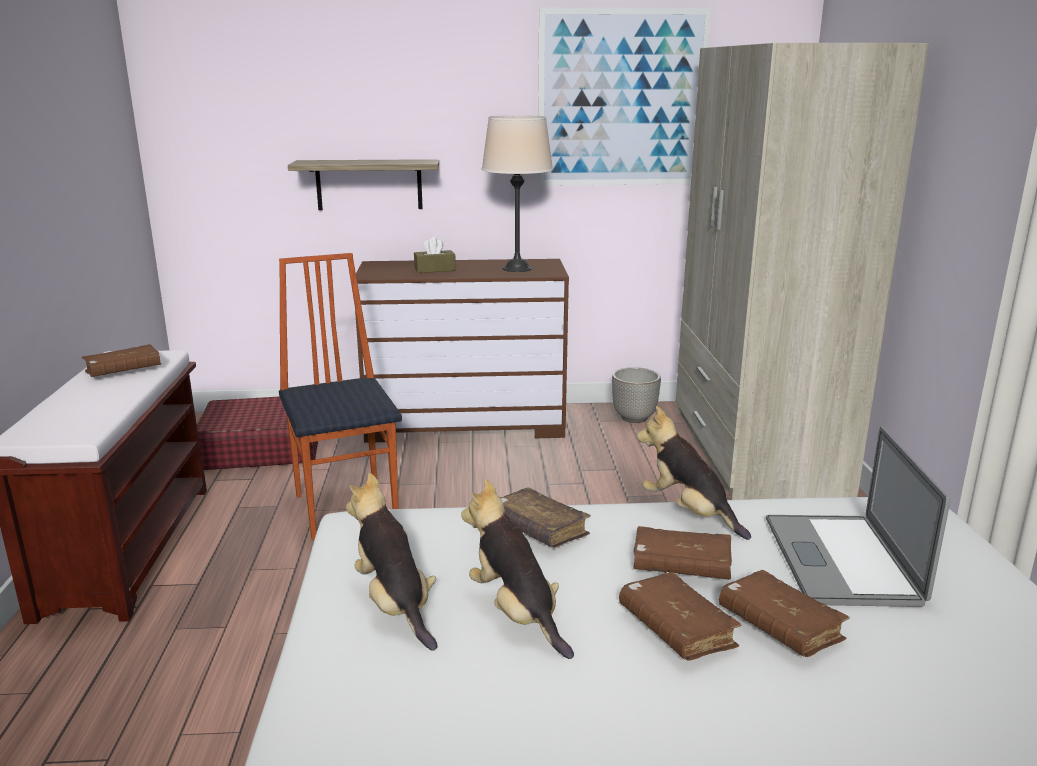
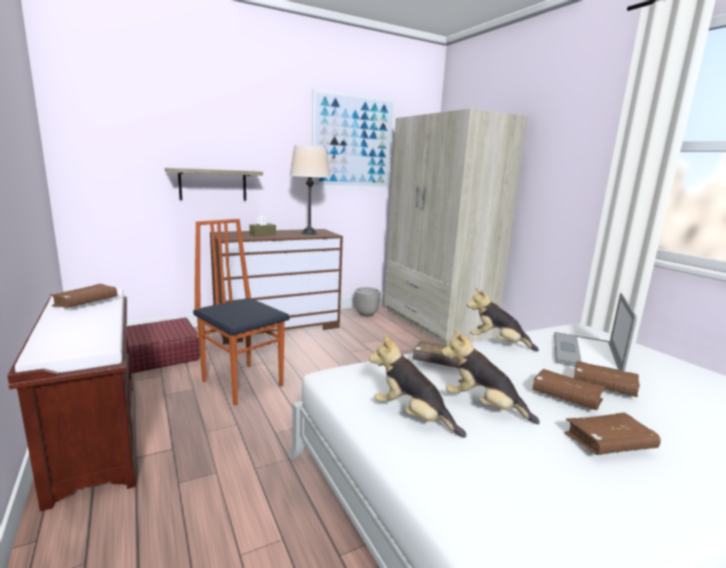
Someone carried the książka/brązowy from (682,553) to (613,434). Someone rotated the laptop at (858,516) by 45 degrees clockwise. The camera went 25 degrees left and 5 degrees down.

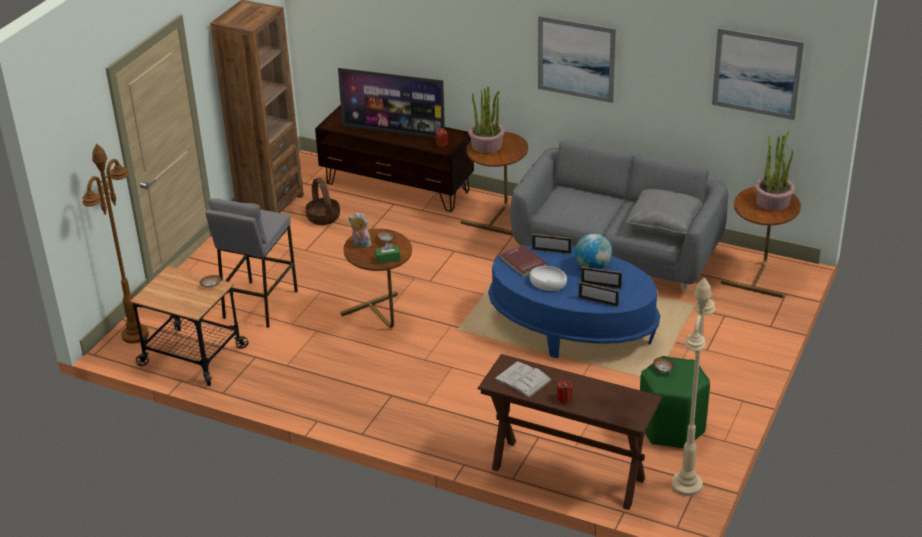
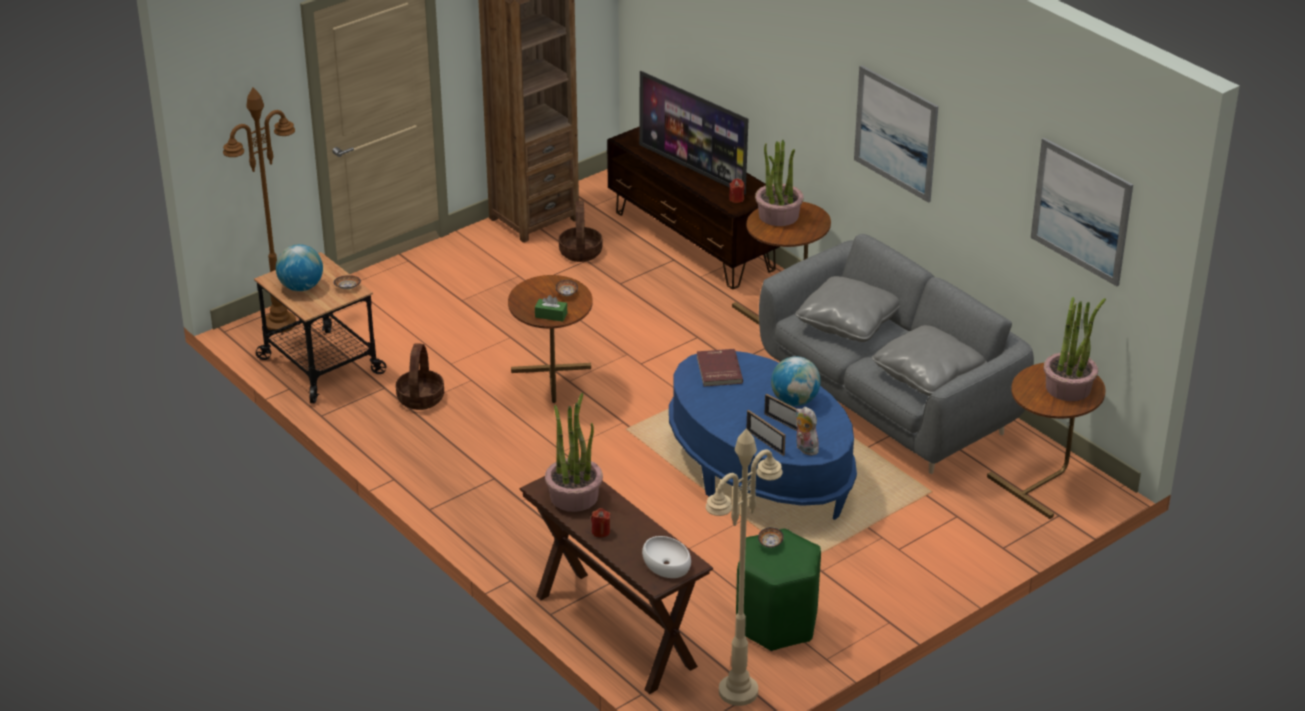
Someone took away the stołek/szary at (251,263). Someone carried the pluszak from (359,230) to (807,431). Someone swapped the książka/biały at (523,379) for the roślina doniczkowa at (574,452). Someone carried the miska/biały from (548,278) to (666,557). Someone took away the ramka na zdjęcie at (552,244). Someone put down the globus at (299,267). Someone put down the koszyk at (420,376). Someone put down the poduszka/szary at (847,309). The camera went 25 degrees right and 0 degrees up.

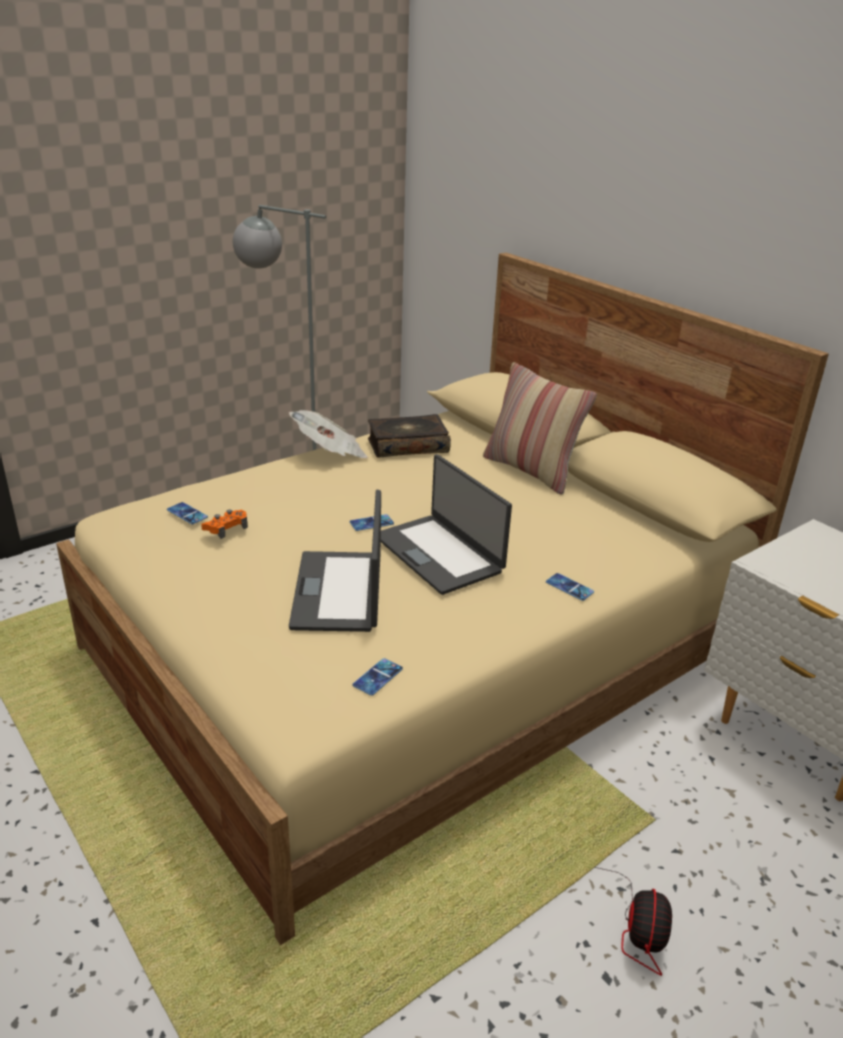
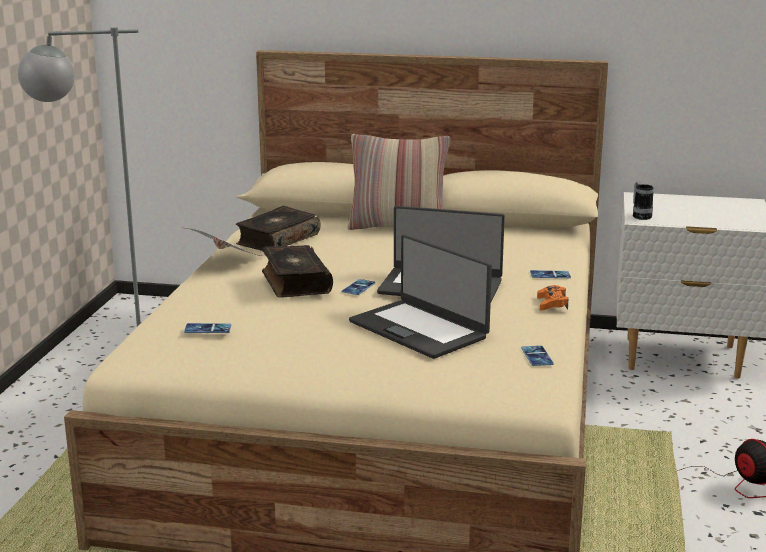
Someone carried the pad do gier/pomarańczowy from (224,524) to (552,298). Someone put down the książka at (297,271). Someone put down the kubek at (643,201). The camera went 40 degrees left and 10 degrees down.

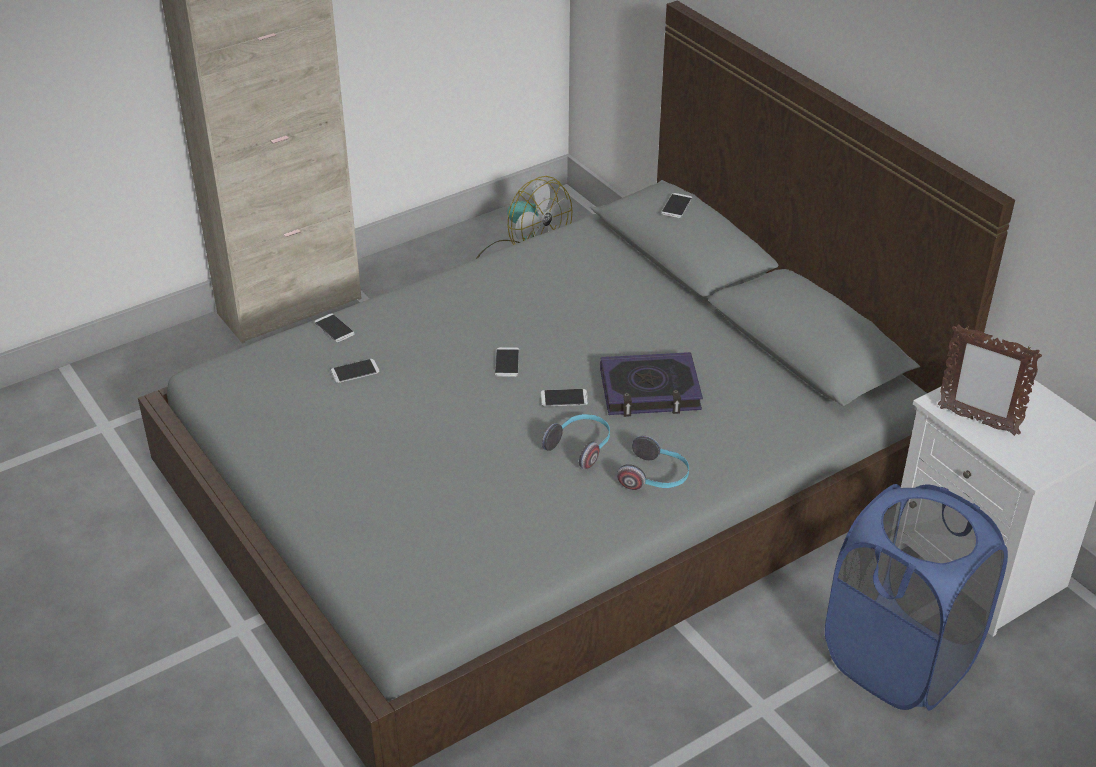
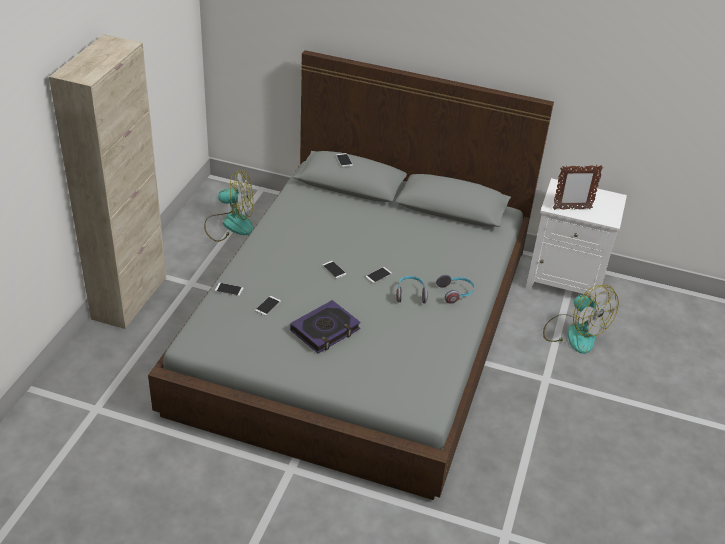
Someone carried the książka from (651,384) to (325,326). Someone swapped the kosz na pranie/niebieski at (916,597) for the wentylator at (581,319). The camera went 40 degrees left and 0 degrees up.

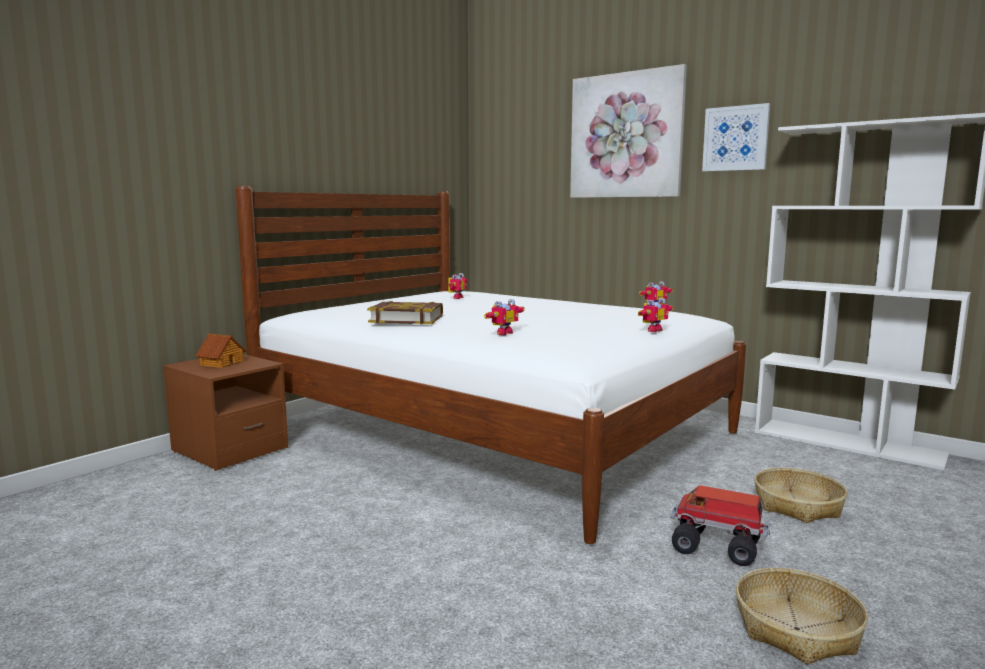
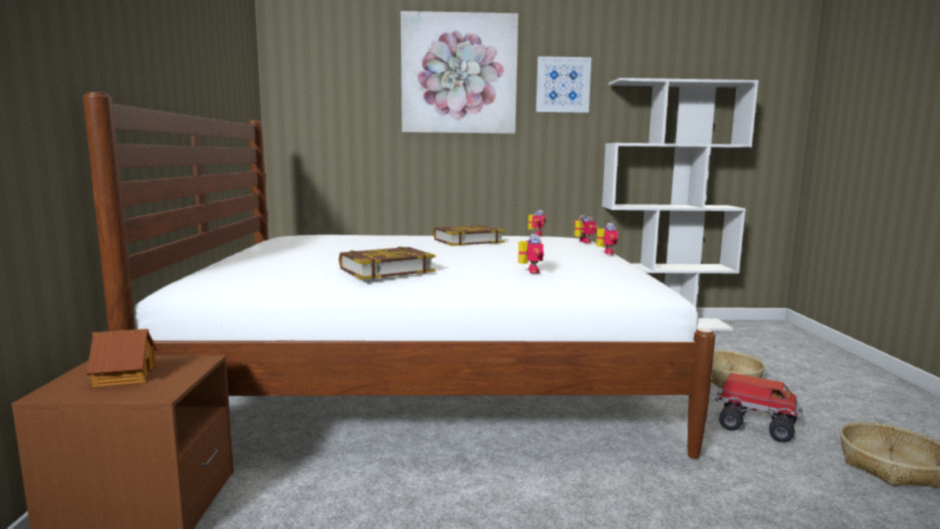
Someone carried the robot zabawkowy from (457,286) to (586,229). Someone rotated the ciężarówka zabawkowa at (720,525) by 135 degrees counterclockwise. Someone put down the książka at (469,235). The camera went 40 degrees left and 0 degrees up.

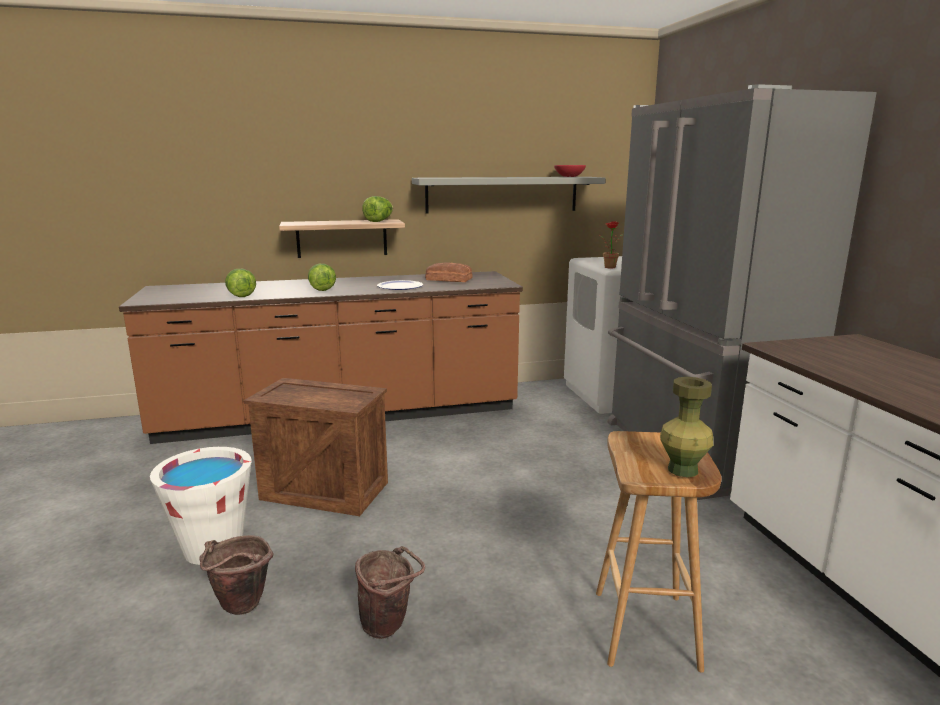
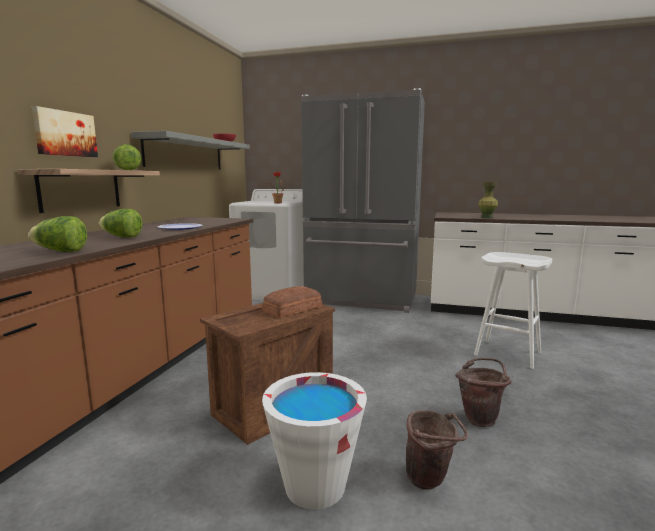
Someone carried the chleb from (449,272) to (292,302). Someone repainted the stołek/brązowy at (659,552), which became the stołek/biały at (513,310). Someone carried the wazon/zielony from (686,427) to (488,200). Someone put up the obraz at (65,131). The camera went 60 degrees left and 5 degrees down.

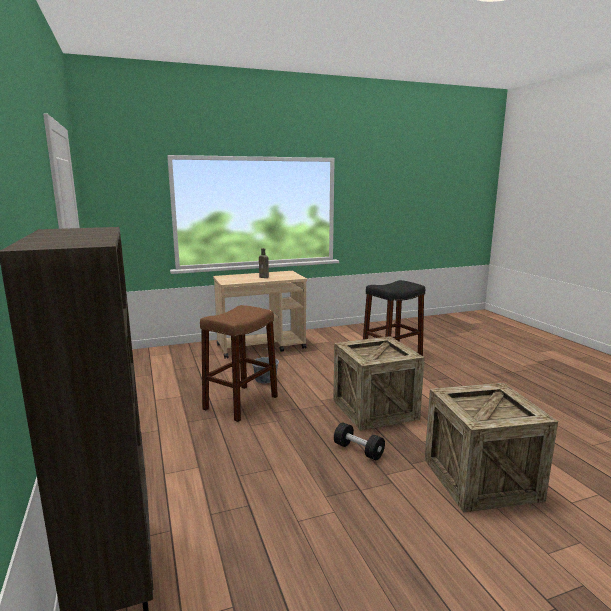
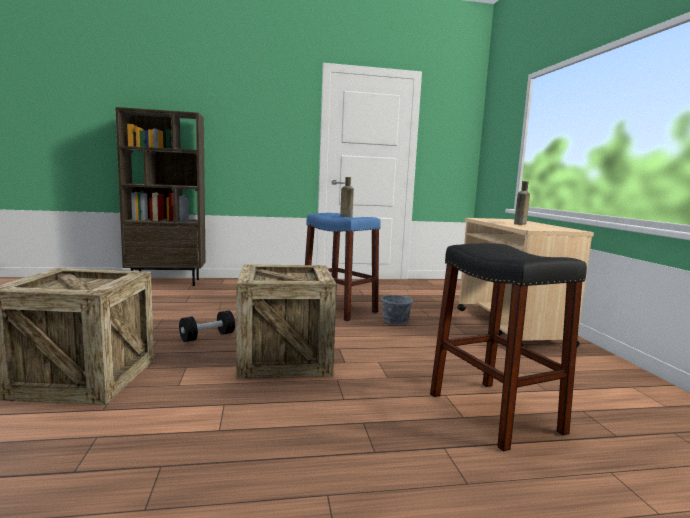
Someone repainted the stołek/brązowy at (239,363), which became the stołek/niebieski at (343,267). Someone put down the butelka/brązowy at (347,197). The camera went 100 degrees right and 5 degrees down.

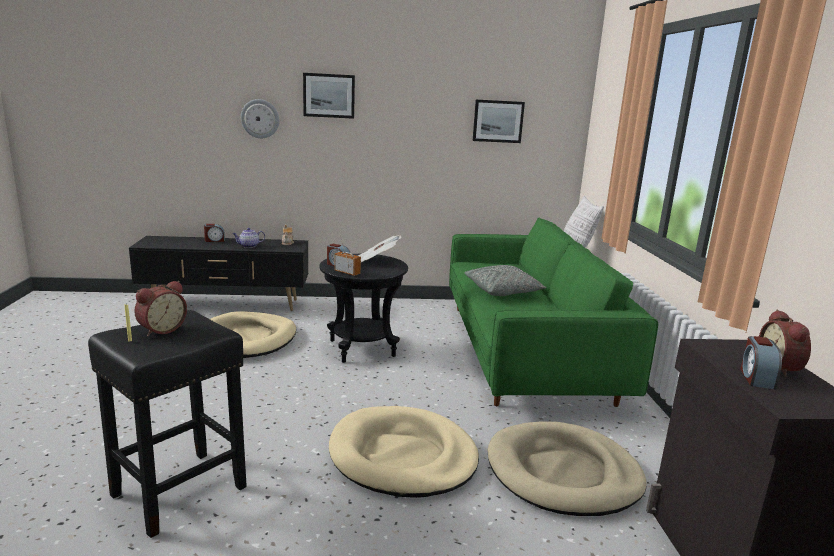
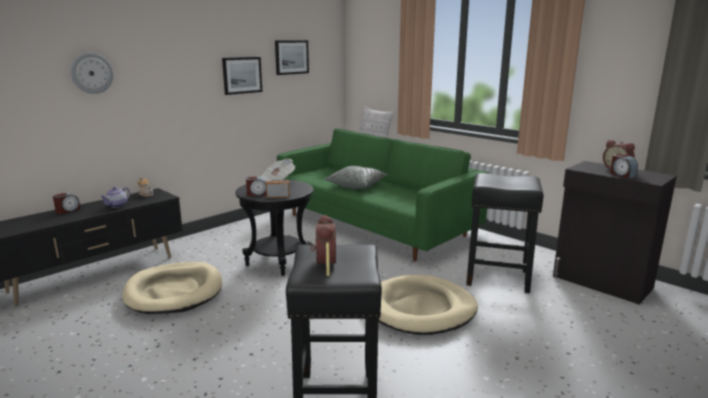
Someone carried the obraz from (329,96) to (242,76). Someone swapped the legowisko/beżowy at (567,468) for the stołek/czarny at (504,233). The camera went 40 degrees left and 0 degrees up.

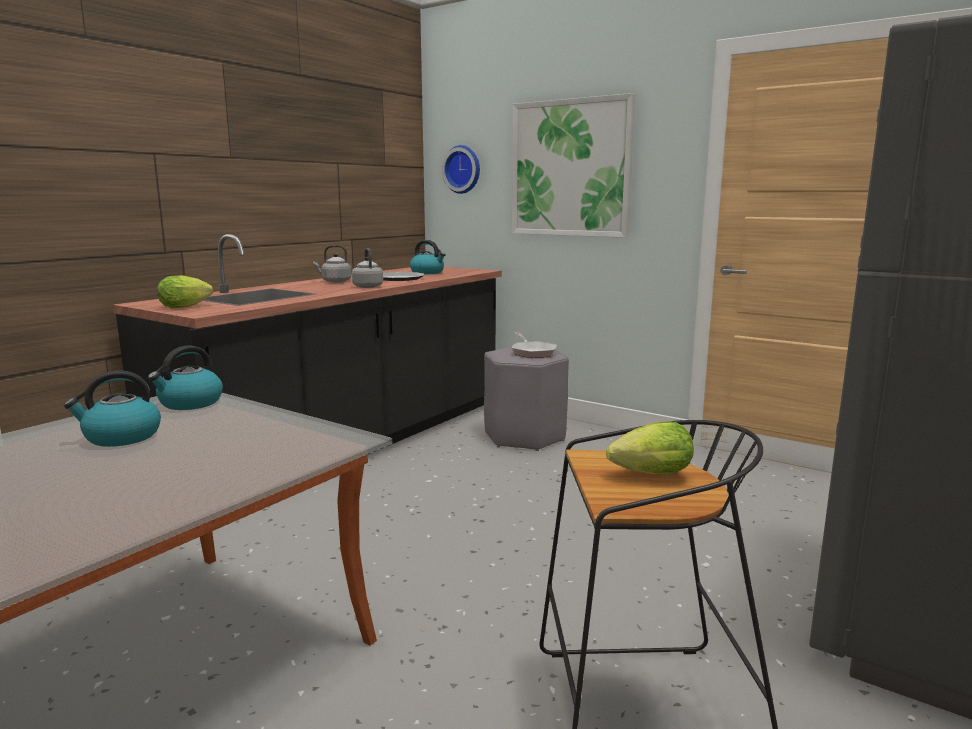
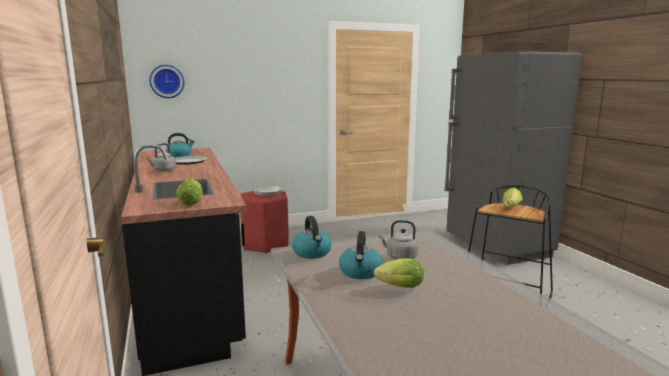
Someone carried the czajnik/szary from (367,268) to (398,240). Someone repainted the stołek/szary at (526,399), which became the stołek/czerwony at (264,222). Someone took away the obraz at (573,165). Someone put down the sałata at (398,273). The camera went 55 degrees left and 0 degrees up.

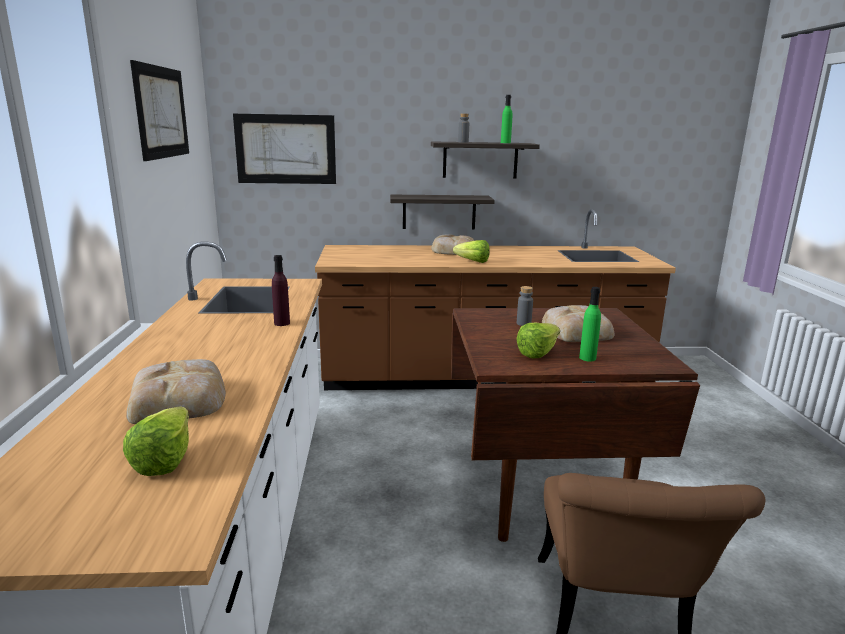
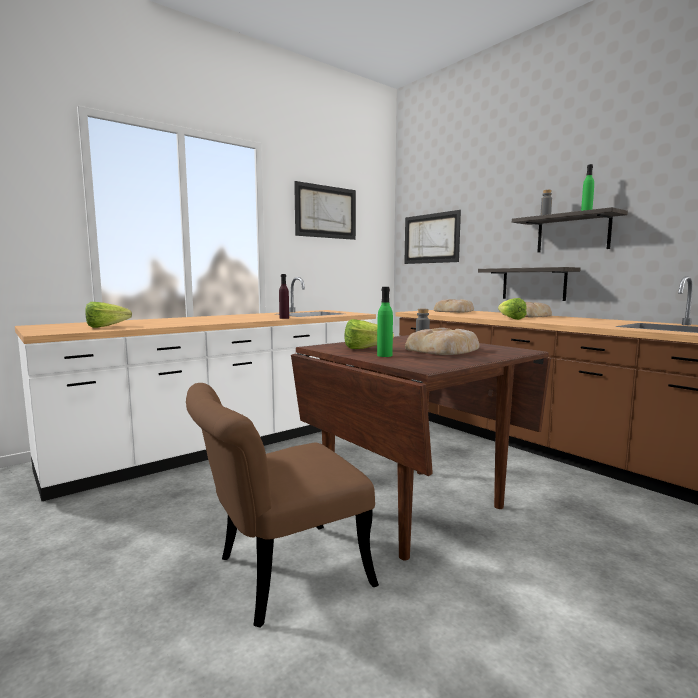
Someone carried the chleb from (176,391) to (454,306). The camera went 55 degrees right and 10 degrees down.

